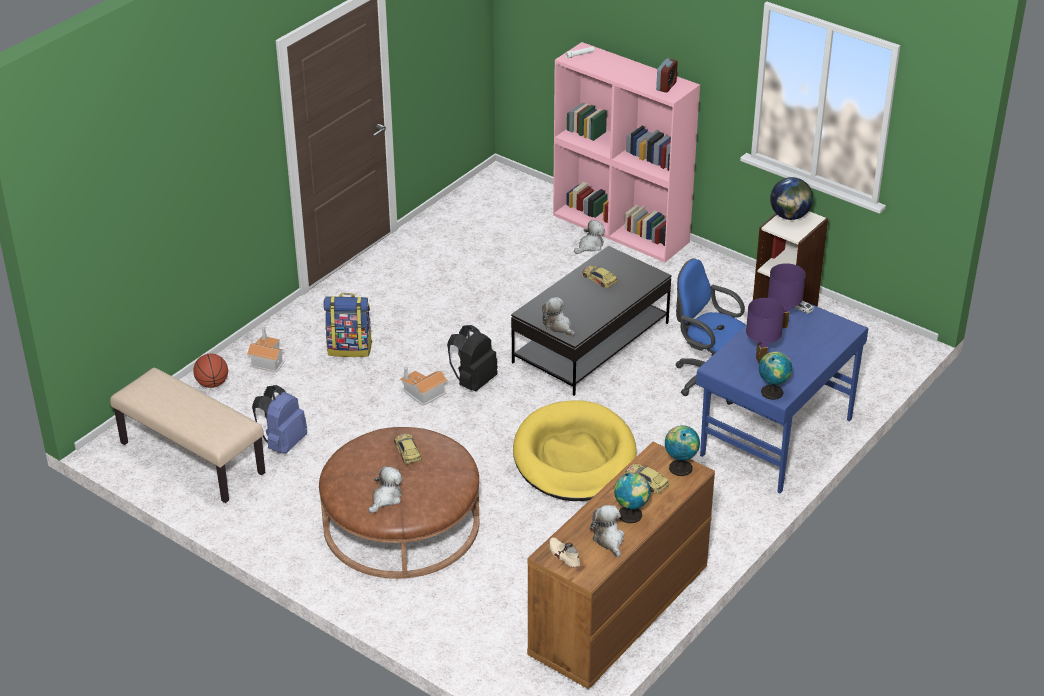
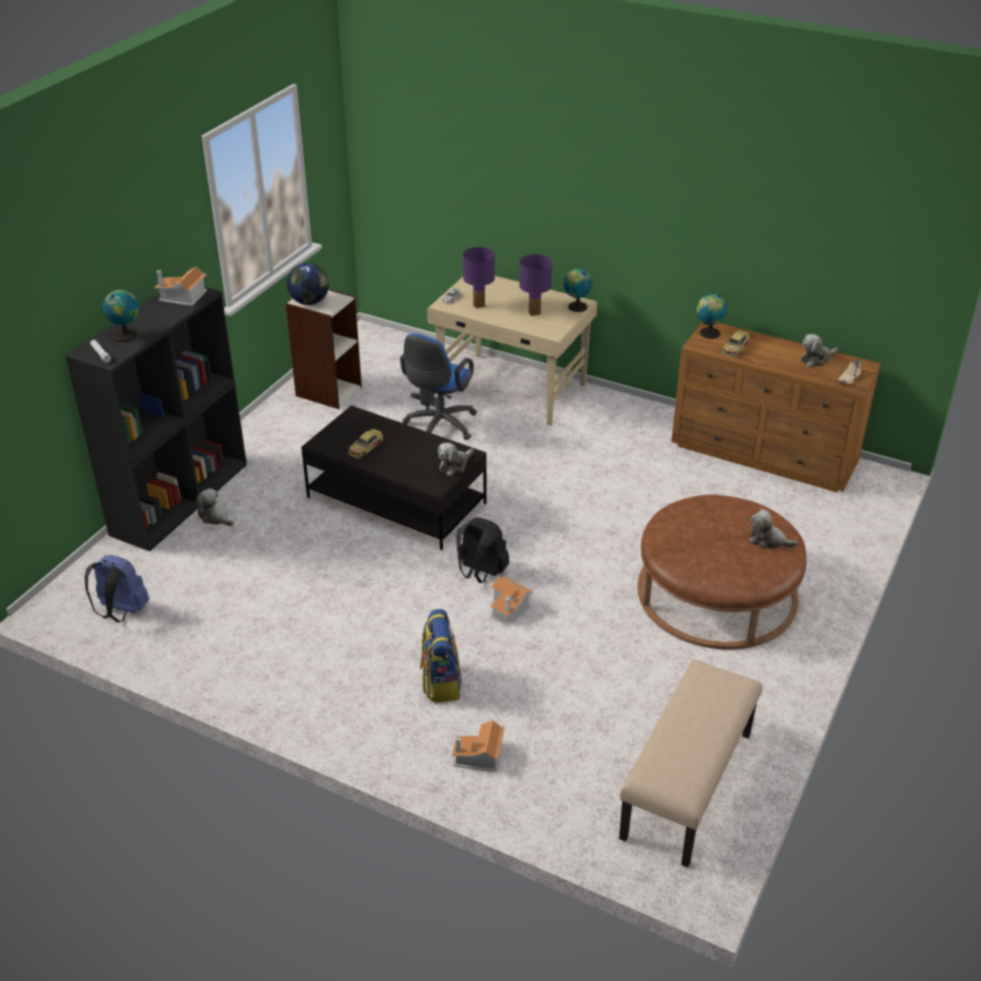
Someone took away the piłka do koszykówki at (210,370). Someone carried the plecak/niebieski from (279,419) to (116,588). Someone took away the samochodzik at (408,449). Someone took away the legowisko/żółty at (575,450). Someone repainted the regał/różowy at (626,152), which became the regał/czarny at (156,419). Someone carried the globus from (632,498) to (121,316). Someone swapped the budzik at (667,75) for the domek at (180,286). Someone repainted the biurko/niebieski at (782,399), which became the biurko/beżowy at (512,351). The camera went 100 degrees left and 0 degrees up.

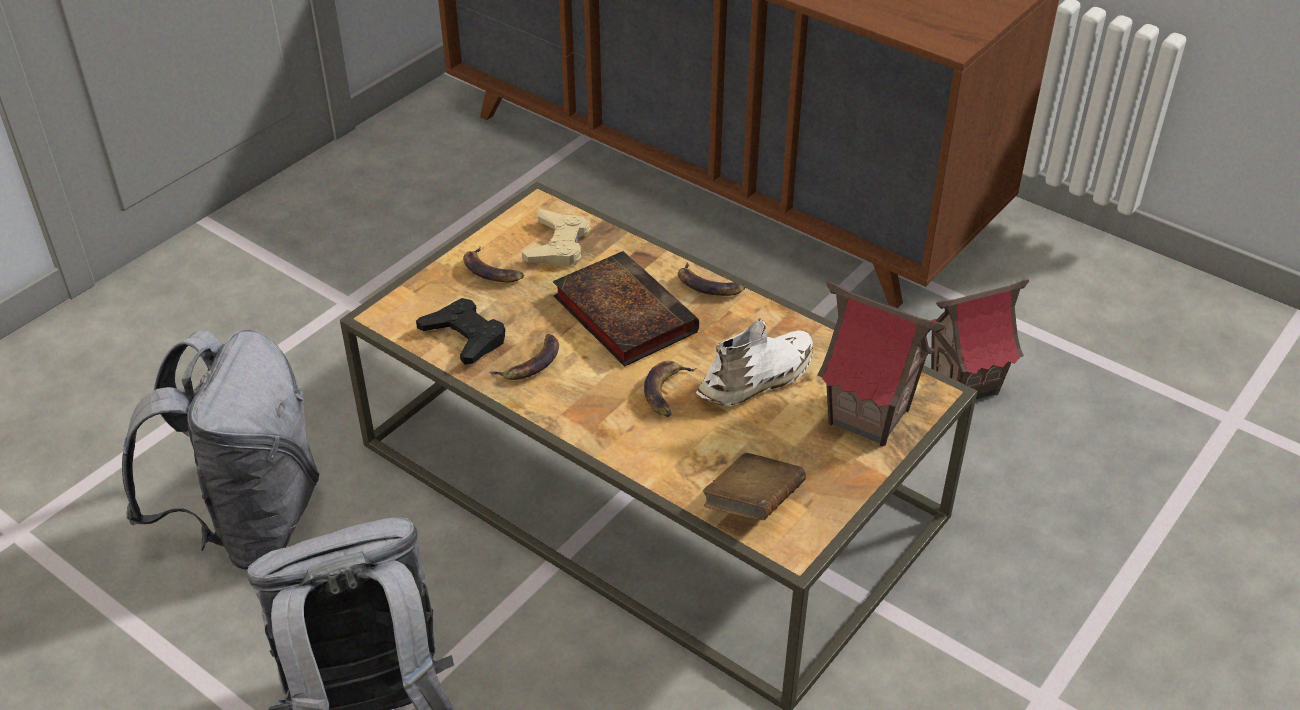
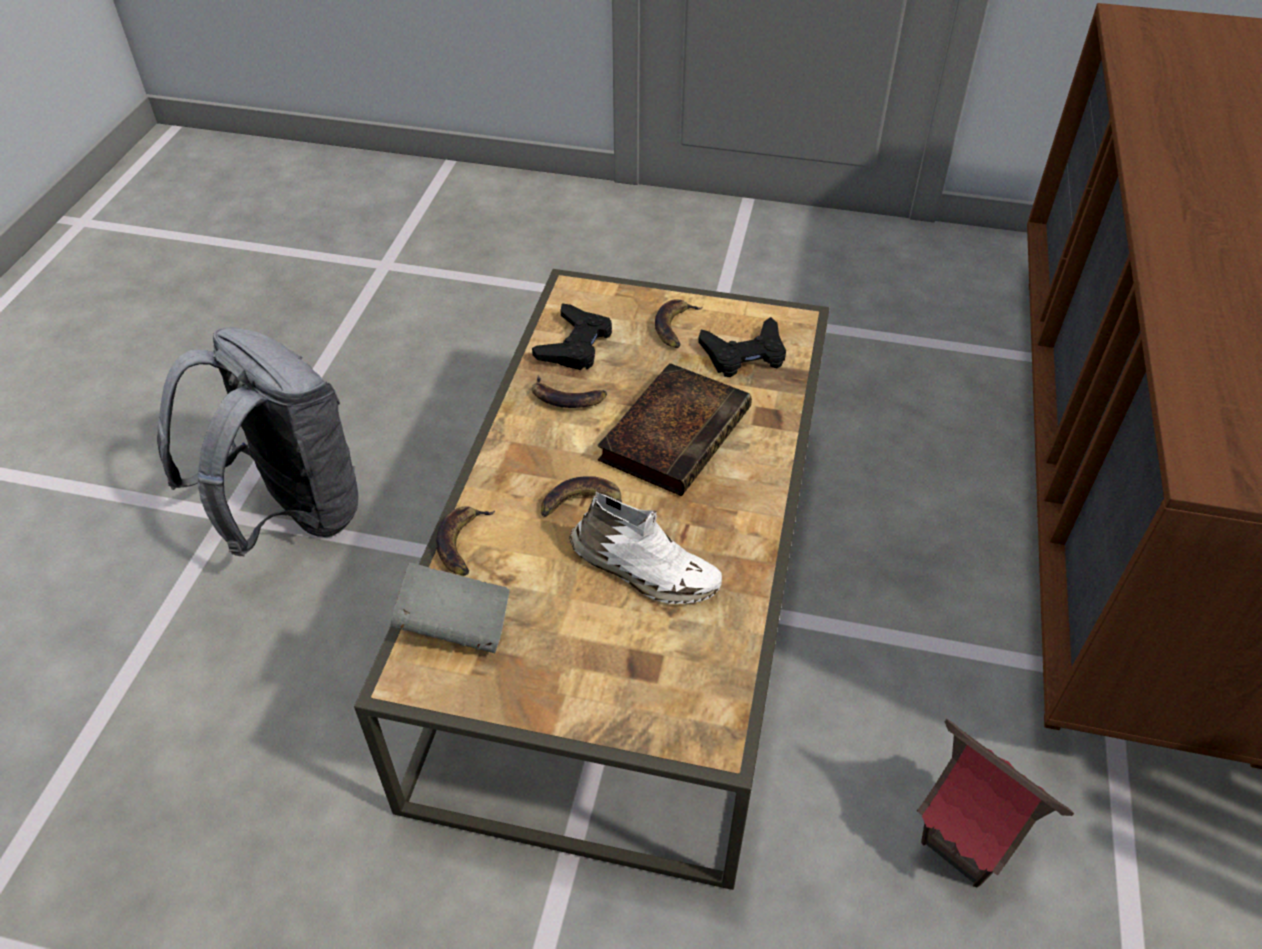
Someone took away the plecak/szary at (221,449). Someone repainted the pad do gier/beżowy at (556,238), which became the pad do gier/czarny at (742,347). Someone carried the banan from (711,279) to (465,541). Someone repainted the książka/brązowy at (754,486), which became the książka/szary at (450,608). Someone took away the domek at (881,363). The camera went 65 degrees right and 5 degrees up.

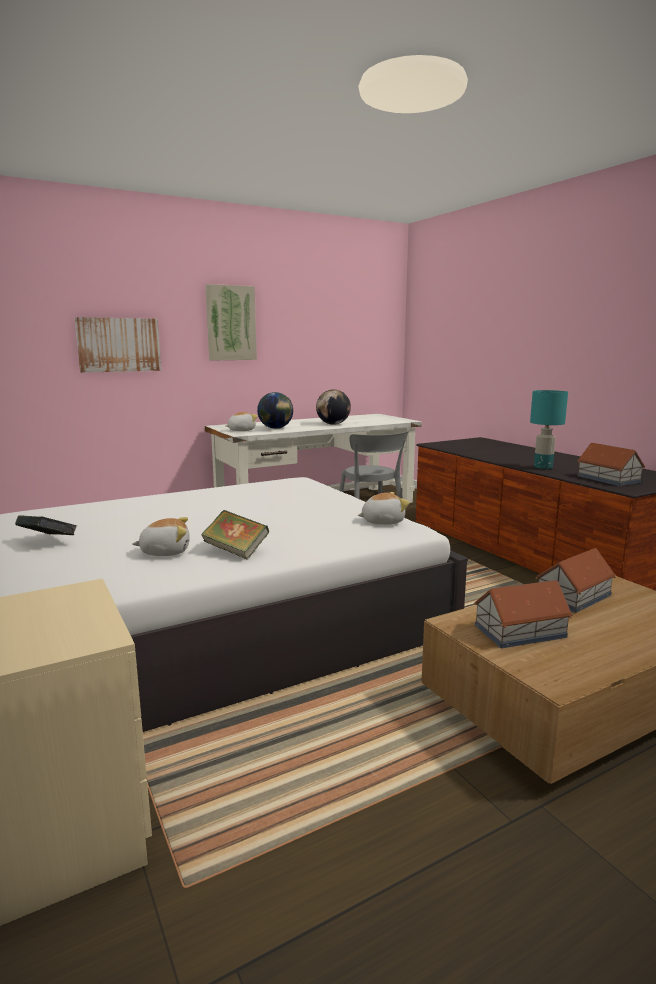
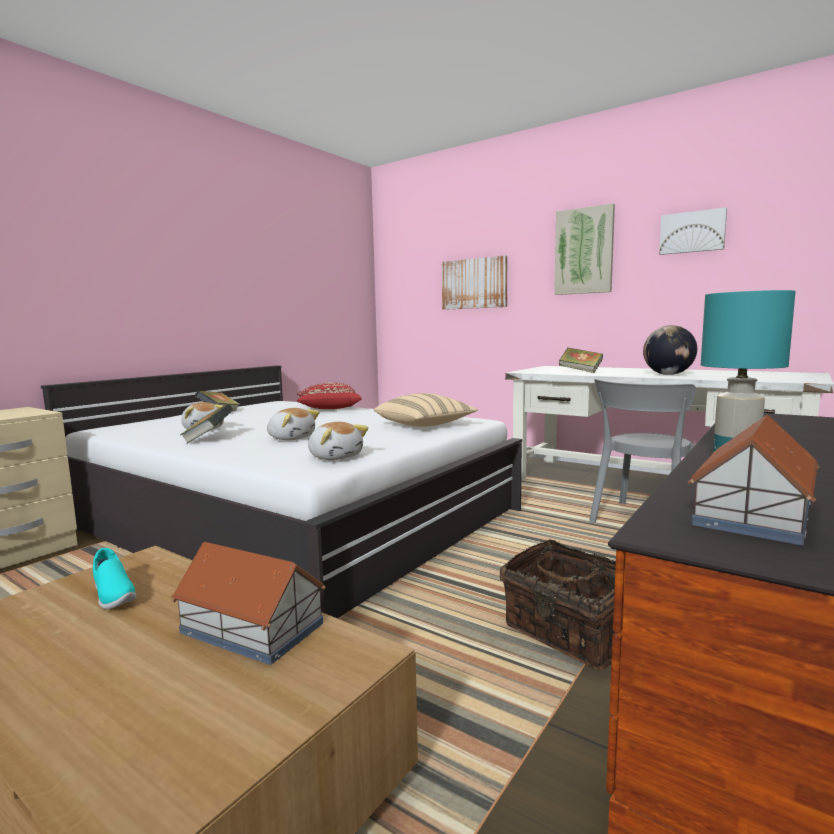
Someone carried the pluszak from (241,421) to (293,424). Someone swapped the globus at (275,410) for the książka at (581,360). Someone swapped the domek at (523,614) for the but/turkusowy at (114,578). Someone put down the poduszka/czerwony at (329,396). Someone put down the poduszka/beżowy at (426,410). Someone put down the koszyk at (558,604). Someone put up the obraz at (693,231). The camera went 65 degrees right and 5 degrees down.

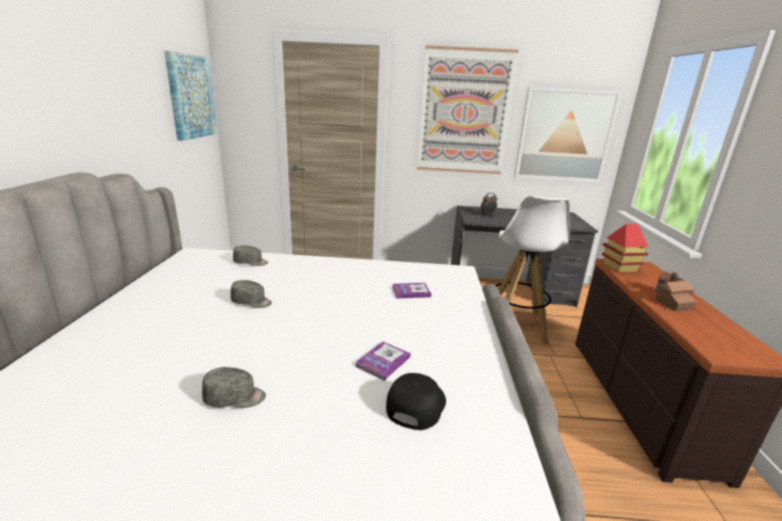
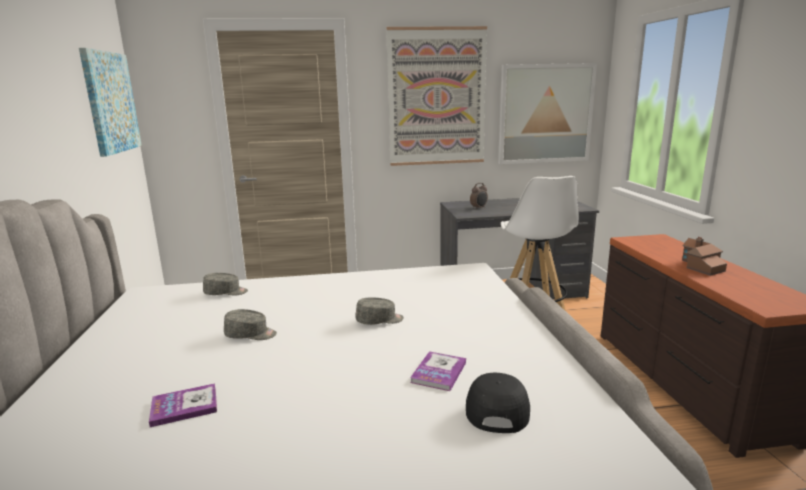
Someone carried the czapka z daszkiem/szary from (234,387) to (380,311). Someone carried the książka from (411,290) to (183,405). Someone took away the domek at (625,248). The camera went 10 degrees left and 5 degrees down.

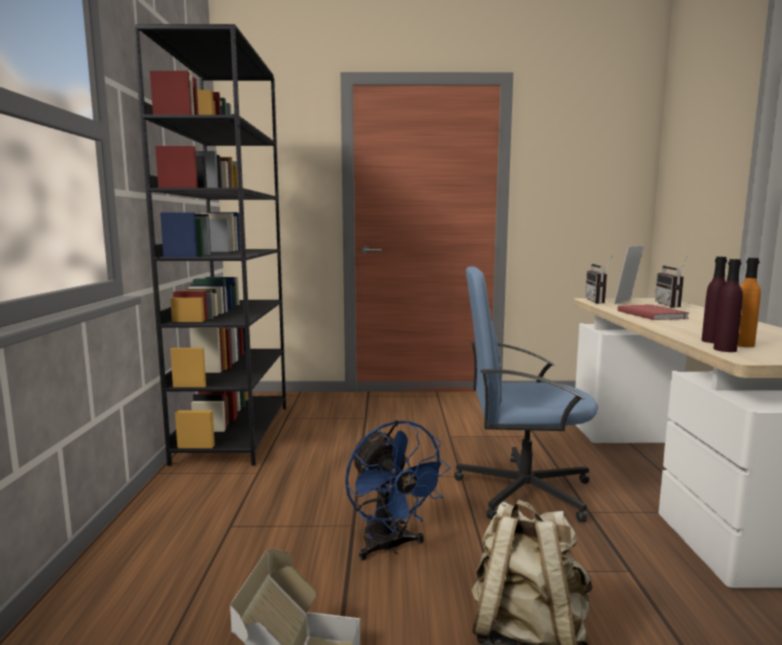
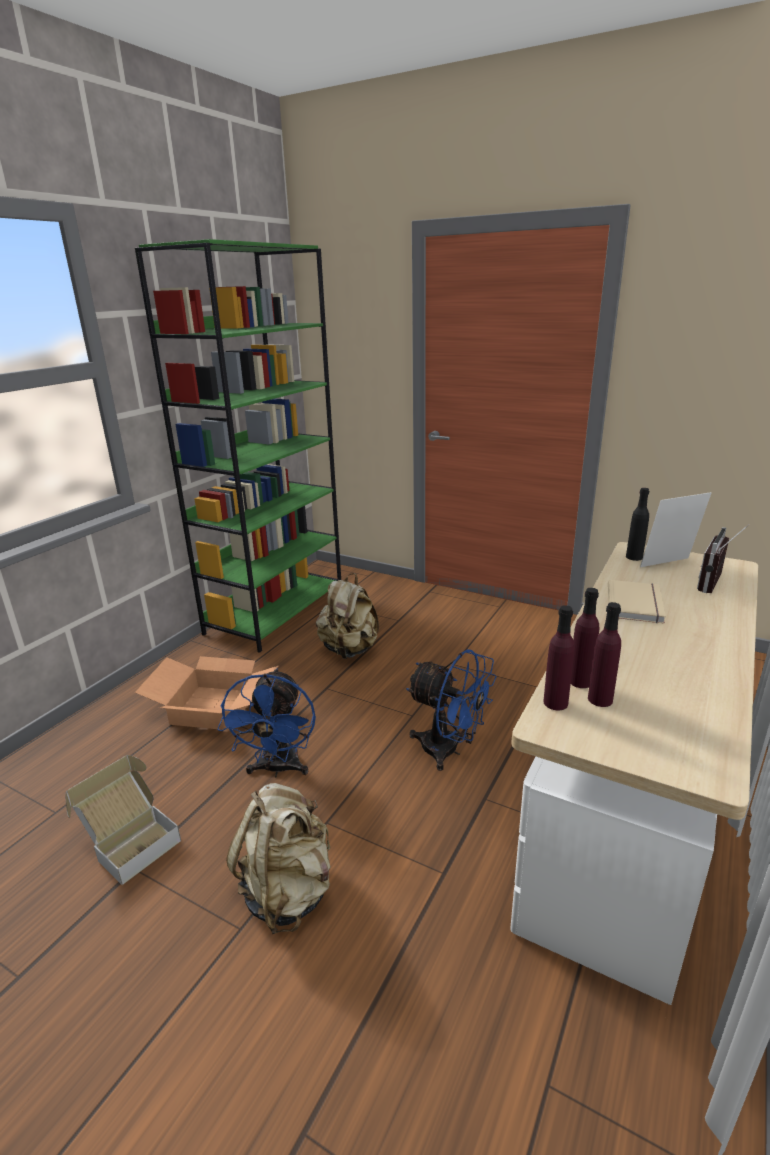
Someone repainted the regał/czarny at (209,245), which became the regał/zielony at (238,446). Someone swapped the krzesło biurowe/niebieski at (526,394) for the wentylator/niebieski at (451,710). Someone swapped the radio at (599,279) for the butelka/czarny at (637,524). Someone repainted the książka/czerwony at (653,312), which became the książka/beżowy at (637,602). Someone repainted the butelka/pomarańczowy at (749,302), which became the butelka/fioletowy at (604,654). Someone put down the karton at (206,693). Someone put down the plecak/beżowy at (347,616). The camera went 30 degrees right and 15 degrees up.

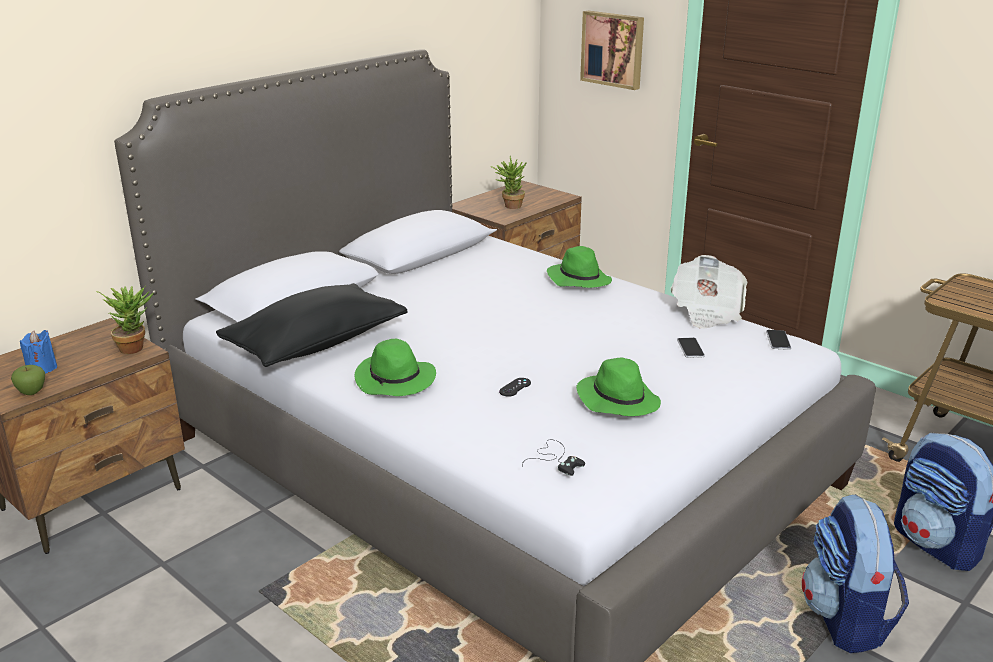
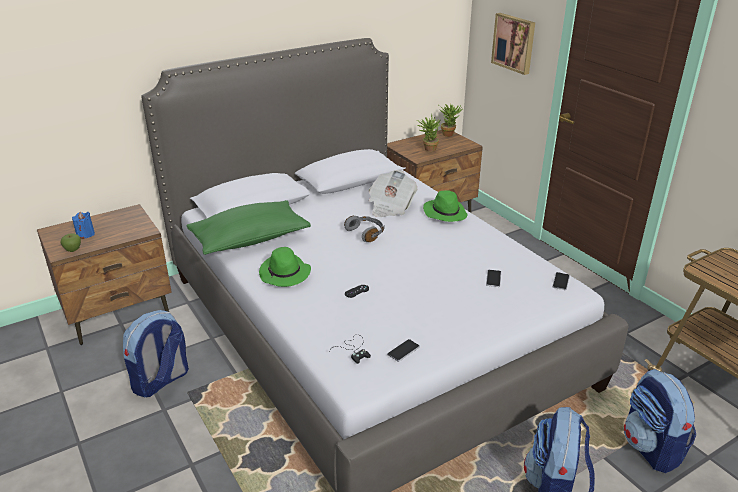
Someone carried the roślina doniczkowa from (124,320) to (450,120). Someone repainted the poduszka/czarny at (312,325), which became the poduszka/zielony at (248,227). Someone took away the kapelusz/zielony at (618,387). Someone carried the gazeta from (709,291) to (393,193). Someone put down the plecak at (156,353). Someone put down the słuchawki/szary at (364,229). Someone put down the telefon at (403,350). The camera went 15 degrees right and 5 degrees up.

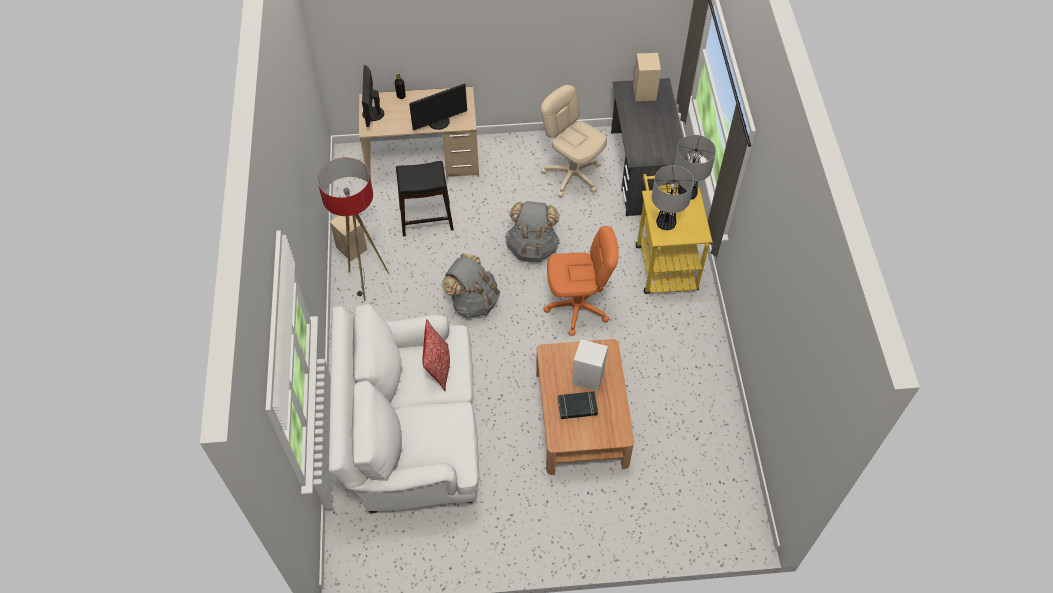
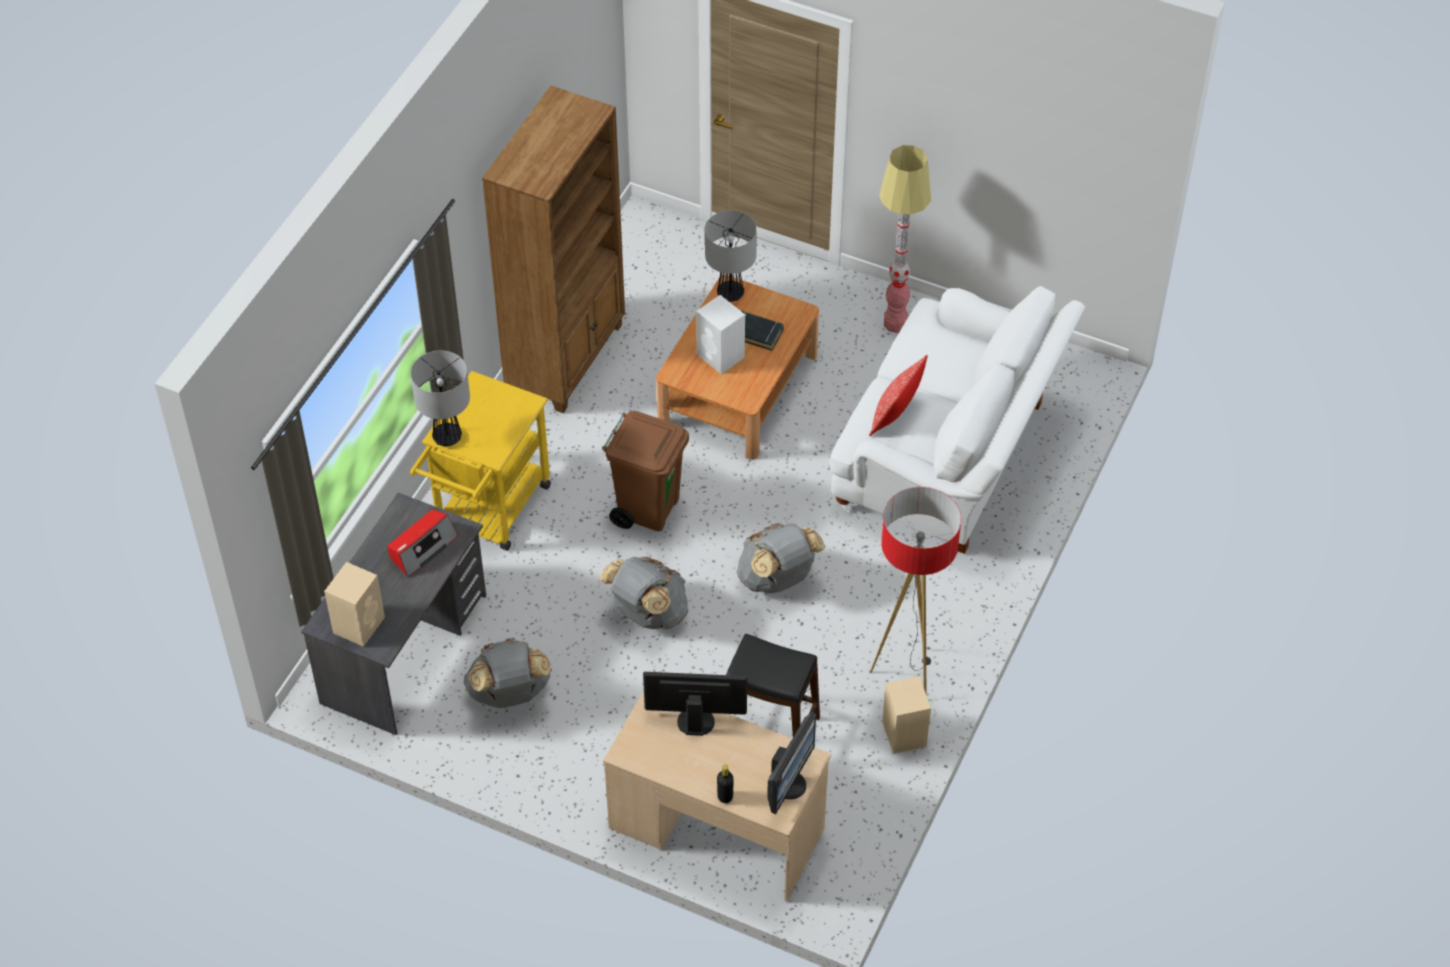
Someone swapped the krzesło biurowe/beżowy at (574,141) for the plecak/szary at (508,673). Someone swapped the krzesło biurowe/pomarańczowy at (581,281) for the kosz na śmieci/brązowy at (645,471). Someone carried the lampa stołowa from (673,197) to (731,256). Someone put down the radio at (422,543). Someone put down the regał/brązowy at (553,249). Someone put down the lampa stojąca at (905,239). The camera went 150 degrees left and 5 degrees down.

